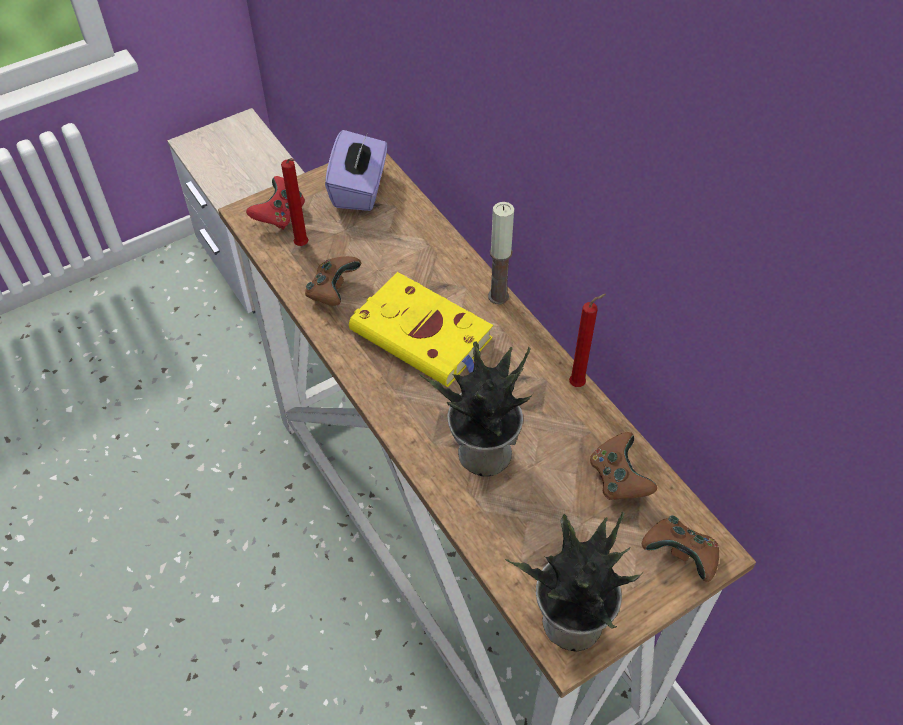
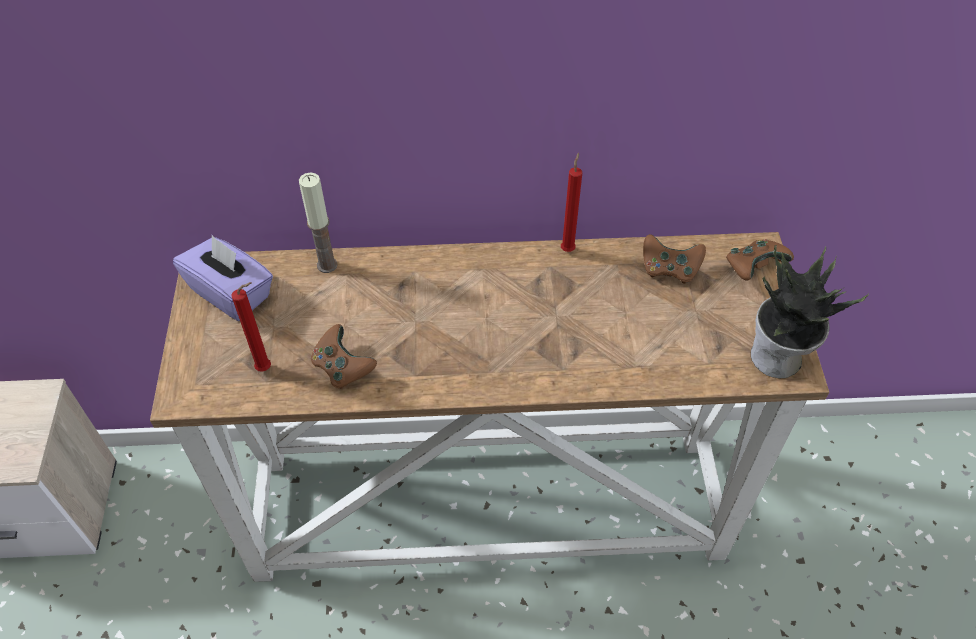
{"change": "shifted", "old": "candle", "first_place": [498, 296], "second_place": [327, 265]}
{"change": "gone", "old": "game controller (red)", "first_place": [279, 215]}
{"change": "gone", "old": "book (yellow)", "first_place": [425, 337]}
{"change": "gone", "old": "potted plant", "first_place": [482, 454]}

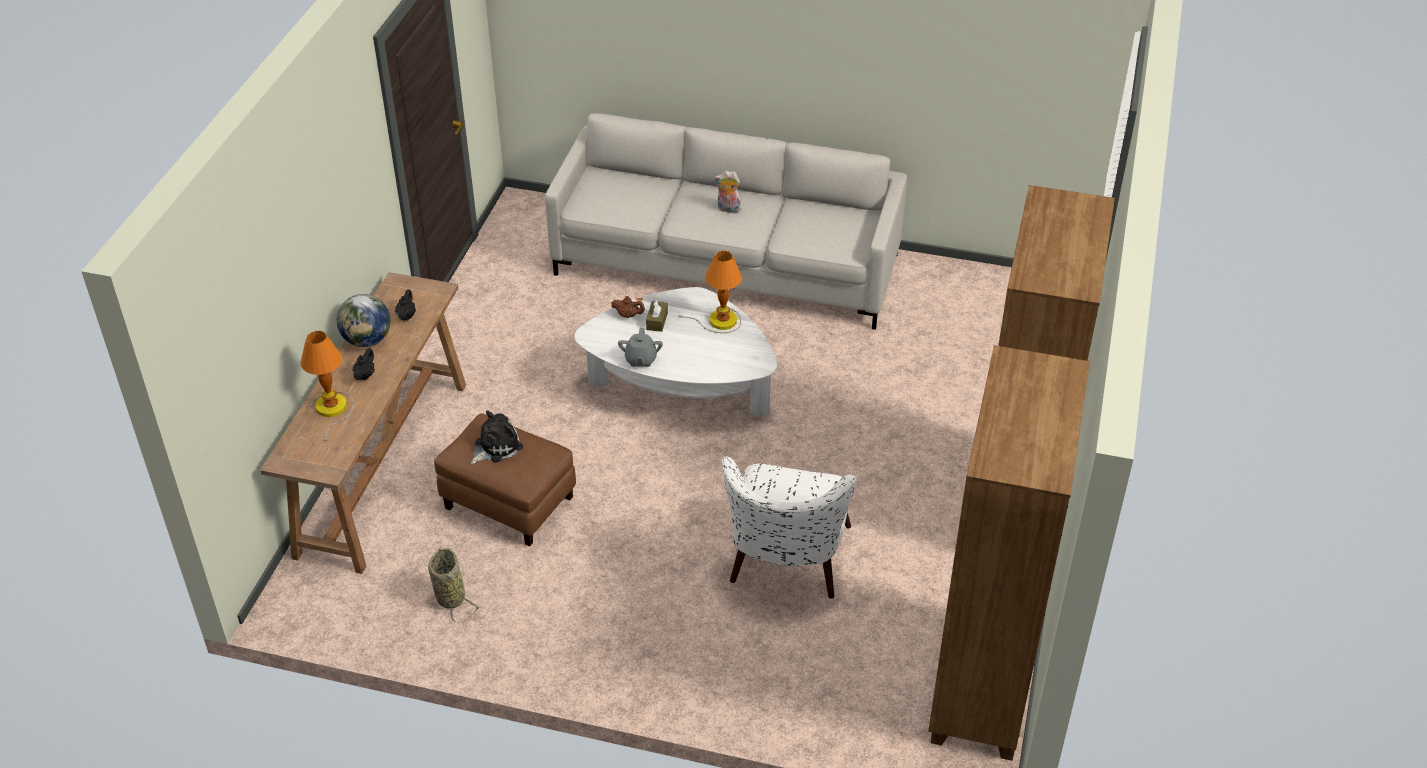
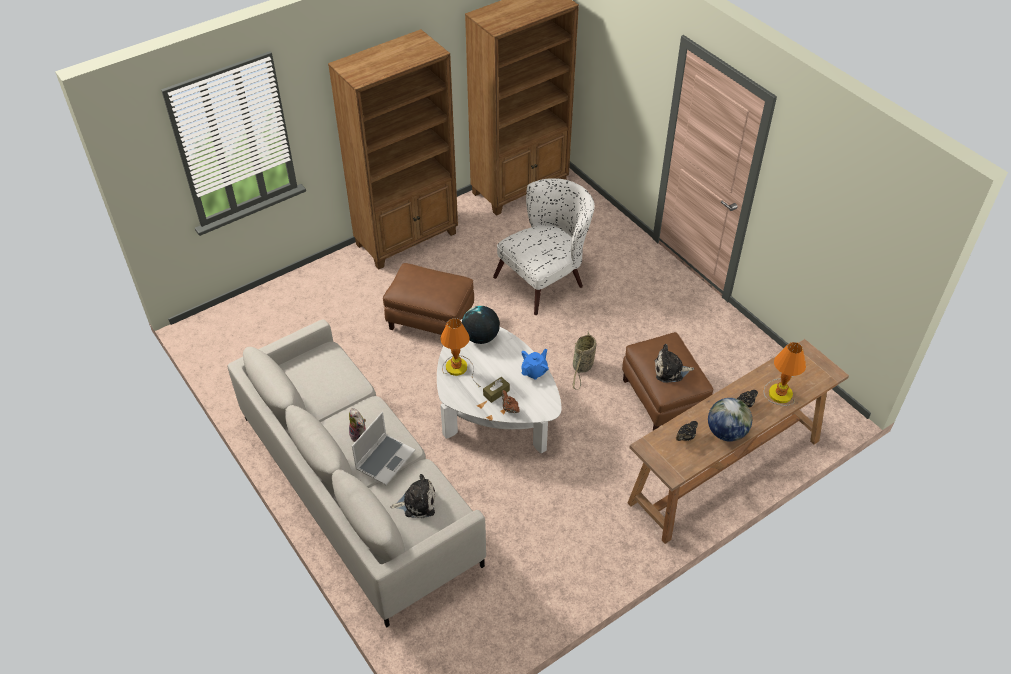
{"change": "new", "new": "laptop", "second_place": [385, 459]}
{"change": "new", "new": "ottoman (brown)", "second_place": [430, 320]}
{"change": "new", "new": "plush toy", "second_place": [417, 503]}
{"change": "new", "new": "globe", "second_place": [480, 337]}
{"change": "repainted", "old": "teapot (grey)", "new": "teapot (blue)", "first_place": [640, 360], "second_place": [534, 371]}
{"change": "shifted", "old": "basket", "first_place": [450, 595], "second_place": [582, 367]}

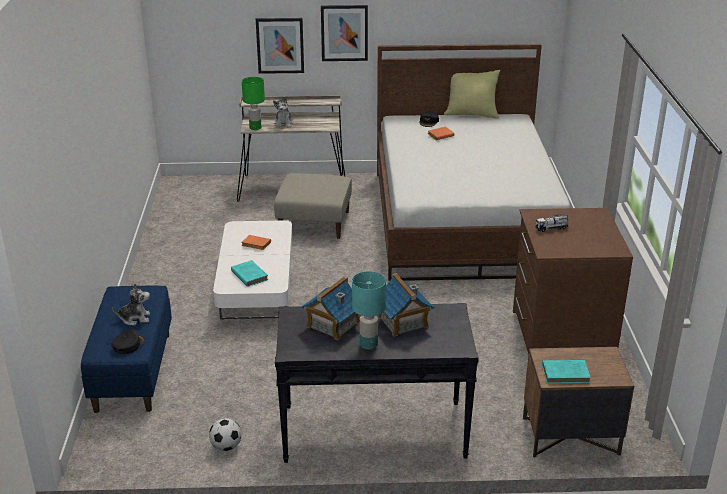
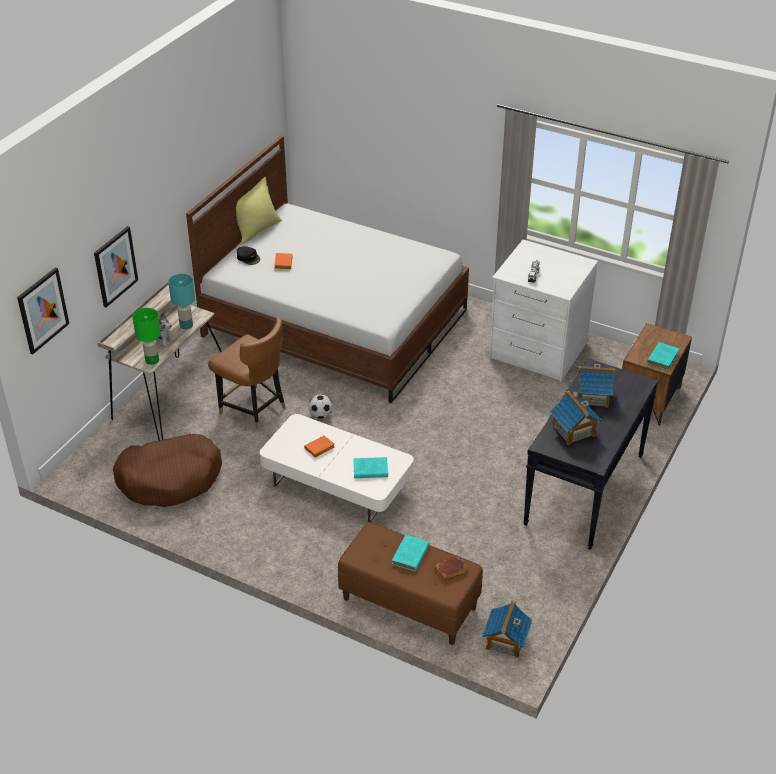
{"change": "shifted", "old": "picture", "first_place": [344, 33], "second_place": [42, 310]}
{"change": "new", "new": "dog bed (brown)", "second_place": [170, 479]}
{"change": "shifted", "old": "table lamp (turquoise)", "first_place": [368, 345], "second_place": [186, 325]}
{"change": "swapped", "old": "ottoman (beige)", "new": "chair (brown)", "first_place": [314, 223], "second_place": [253, 409]}
{"change": "shifted", "old": "football", "first_place": [226, 446], "second_place": [320, 415]}
{"change": "repainted", "old": "bench (blue)", "new": "bench (brown)", "first_place": [132, 371], "second_place": [408, 603]}
{"change": "swapped", "old": "plush toy", "new": "book (turquoise)", "first_place": [135, 318], "second_place": [410, 556]}
{"change": "swapped", "old": "cap (black)", "new": "book (brown)", "first_place": [128, 345], "second_place": [450, 571]}
{"change": "new", "new": "toy house", "second_place": [505, 641]}
{"change": "repainted", "old": "dresser (brown)", "new": "dresser (white)", "first_place": [560, 337], "second_place": [537, 351]}

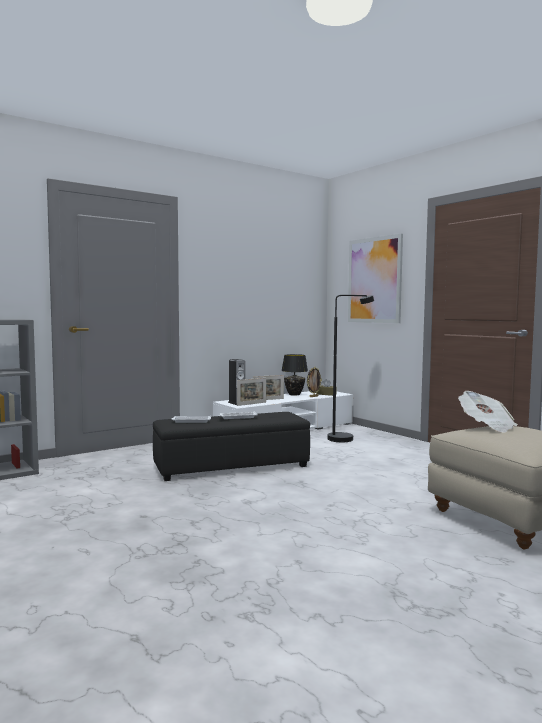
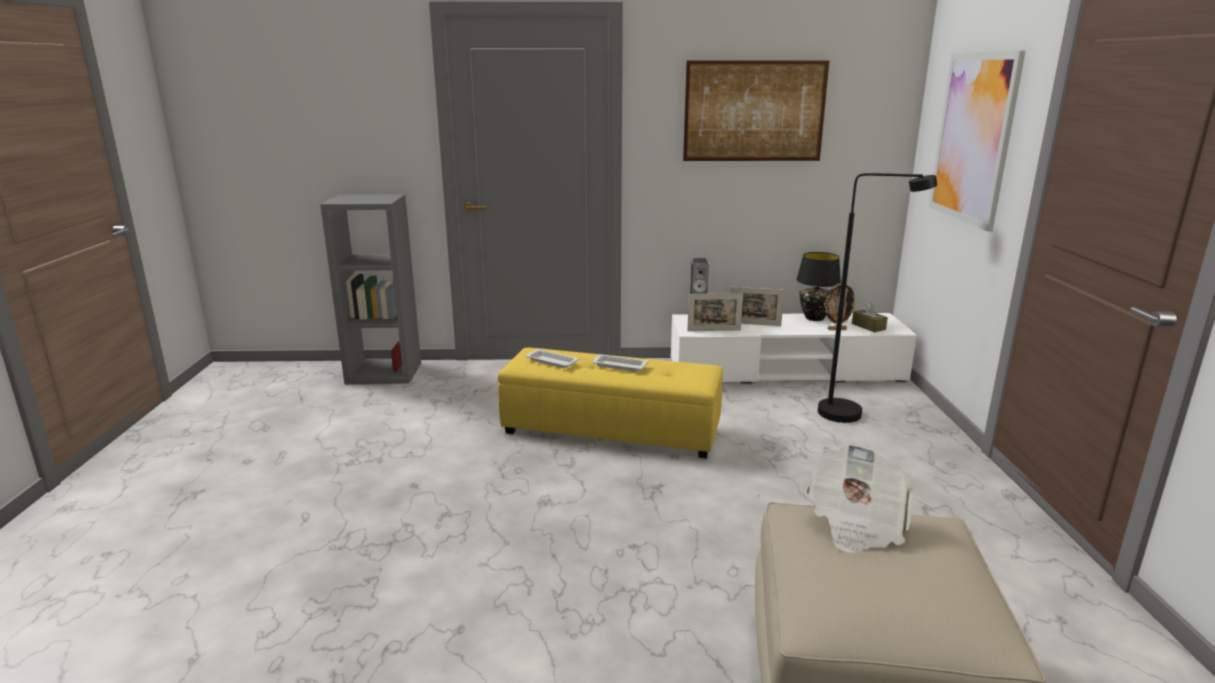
{"change": "repainted", "old": "ottoman (black)", "new": "ottoman (yellow)", "first_place": [231, 466], "second_place": [611, 429]}
{"change": "new", "new": "picture", "second_place": [754, 111]}

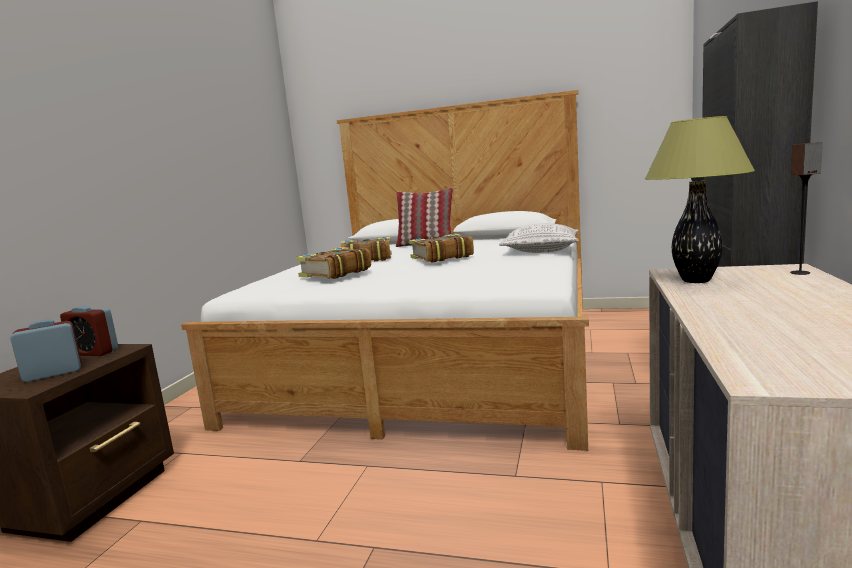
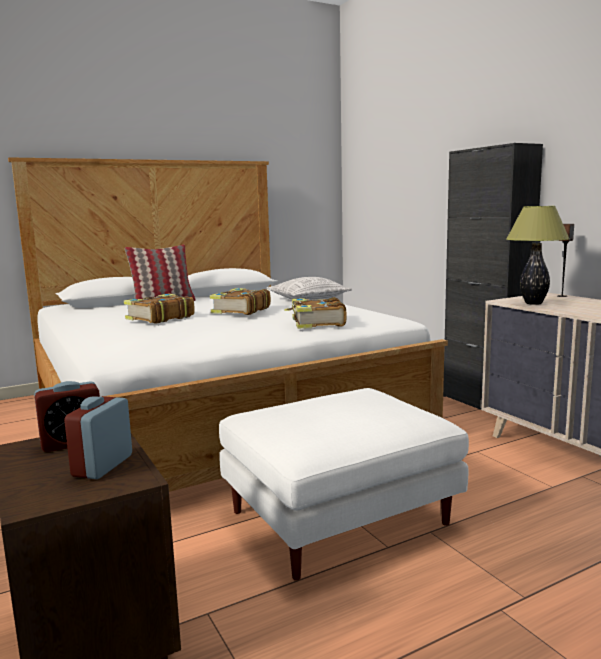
{"change": "new", "new": "ottoman (white)", "second_place": [340, 516]}
{"change": "shifted", "old": "book", "first_place": [334, 273], "second_place": [316, 323]}

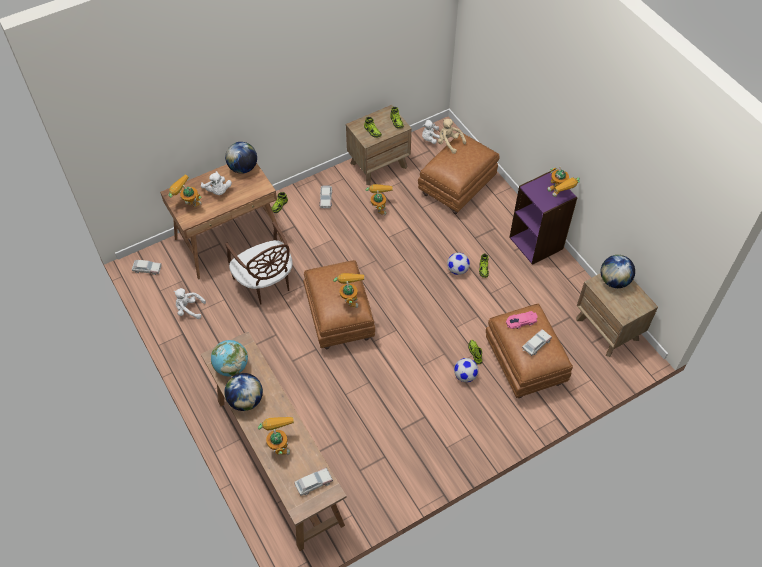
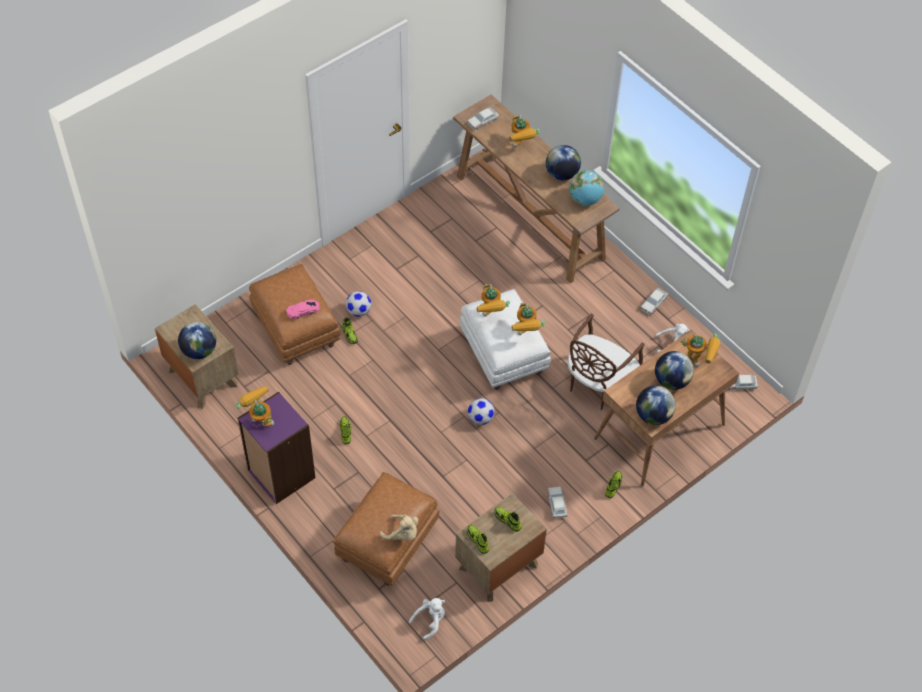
{"change": "repainted", "old": "ottoman (brown)", "new": "ottoman (white)", "first_place": [339, 317], "second_place": [504, 355]}
{"change": "shifted", "old": "football", "first_place": [457, 270], "second_place": [480, 418]}
{"change": "shifted", "old": "toy robot", "first_place": [379, 207], "second_place": [525, 333]}
{"change": "rotated", "old": "chair (brown)", "first_place": [265, 283], "second_place": [598, 384], "degrees": -105}
{"change": "shifted", "old": "toy car", "first_place": [536, 344], "second_place": [653, 303]}
{"change": "swapped", "old": "plush toy (white)", "new": "globe", "first_place": [218, 191], "second_place": [671, 381]}

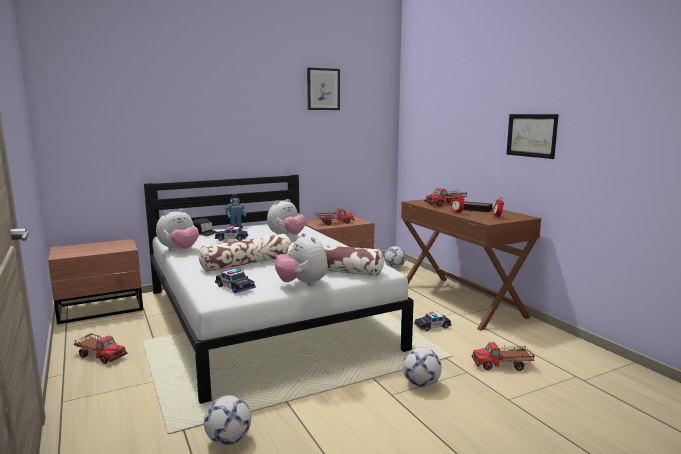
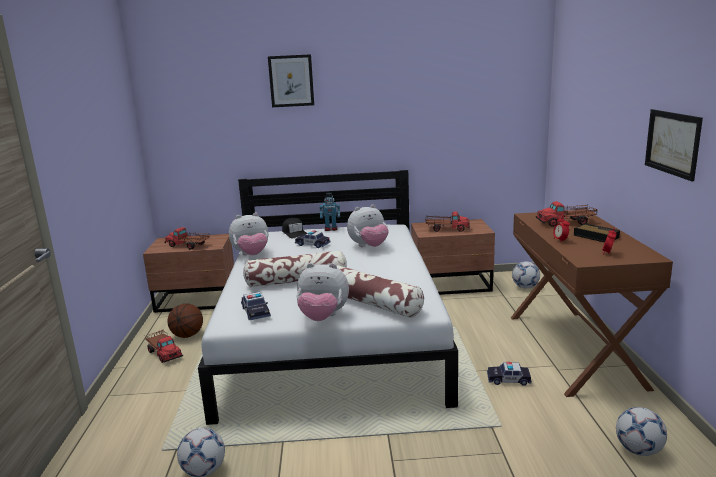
{"change": "shifted", "old": "toy truck", "first_place": [503, 365], "second_place": [188, 246]}
{"change": "new", "new": "basketball", "second_place": [187, 335]}
{"change": "shifted", "old": "picture", "first_place": [323, 89], "second_place": [291, 81]}
{"change": "rotated", "old": "plush toy", "first_place": [302, 284], "second_place": [323, 317], "degrees": -75}
{"change": "shifted", "old": "football", "first_place": [421, 384], "second_place": [638, 450]}

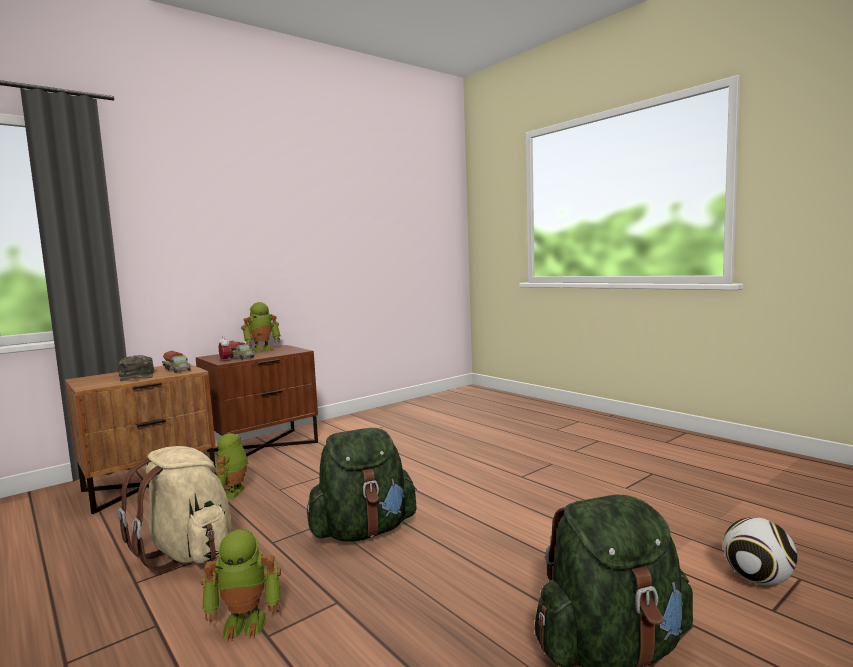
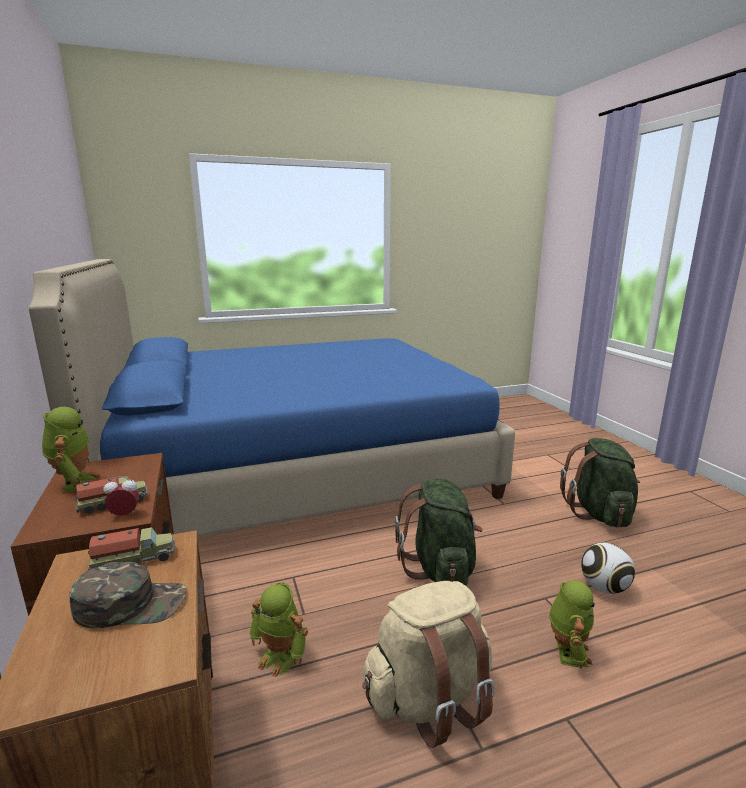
{"change": "new", "new": "bed (blue)", "second_place": [297, 469]}
{"change": "shifted", "old": "football", "first_place": [757, 579], "second_place": [603, 588]}

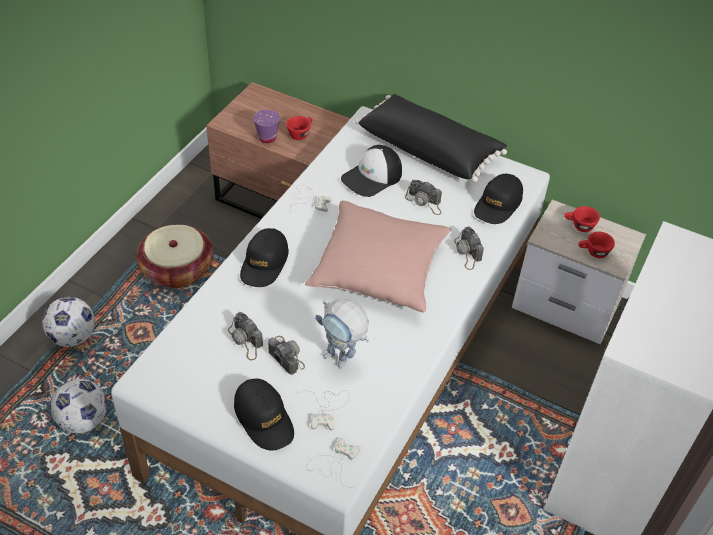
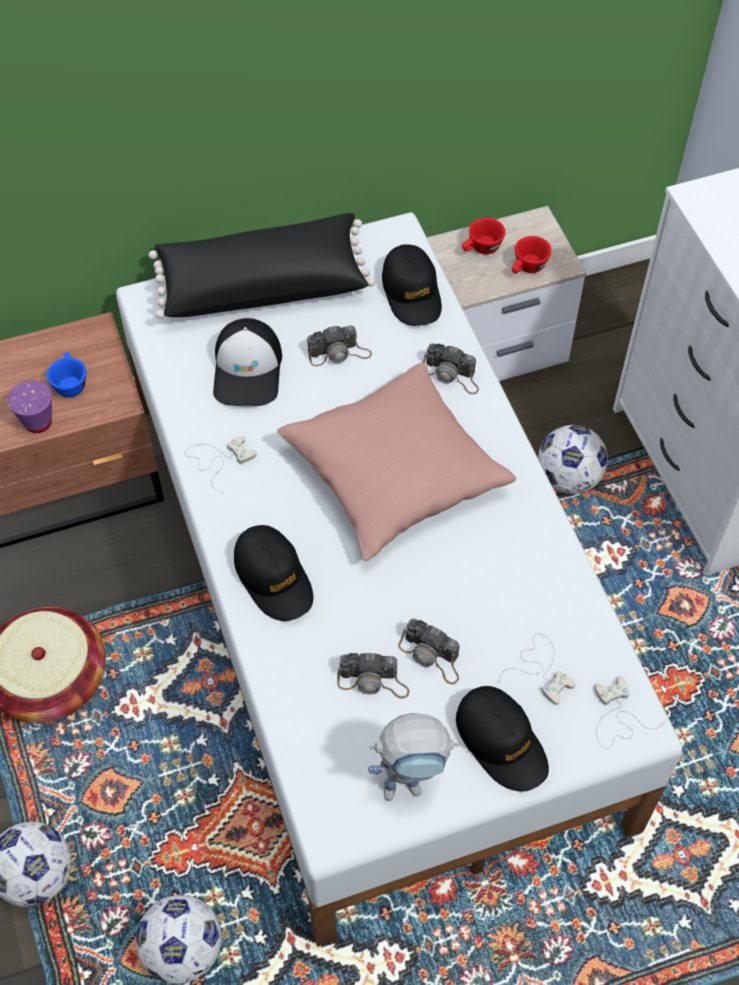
{"change": "repainted", "old": "cup (red)", "new": "cup (blue)", "first_place": [300, 133], "second_place": [69, 383]}
{"change": "shifted", "old": "toy robot", "first_place": [342, 361], "second_place": [411, 784]}
{"change": "rotated", "old": "photo camera", "first_place": [285, 355], "second_place": [431, 656], "degrees": -150}
{"change": "rotated", "old": "cap (black)", "first_place": [264, 419], "second_place": [501, 742], "degrees": 45}
{"change": "new", "new": "football", "second_place": [569, 478]}

